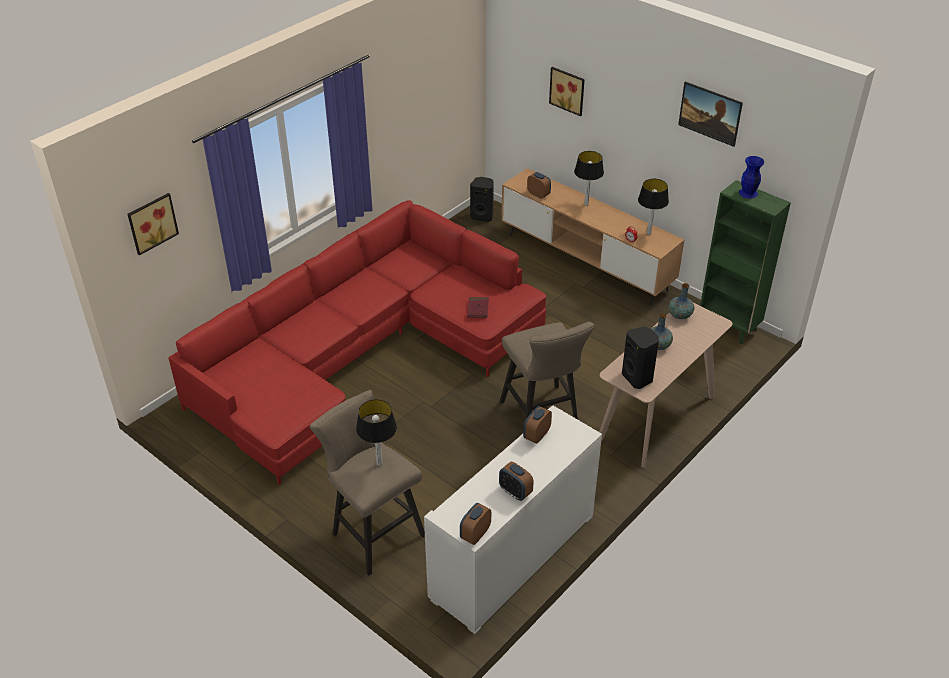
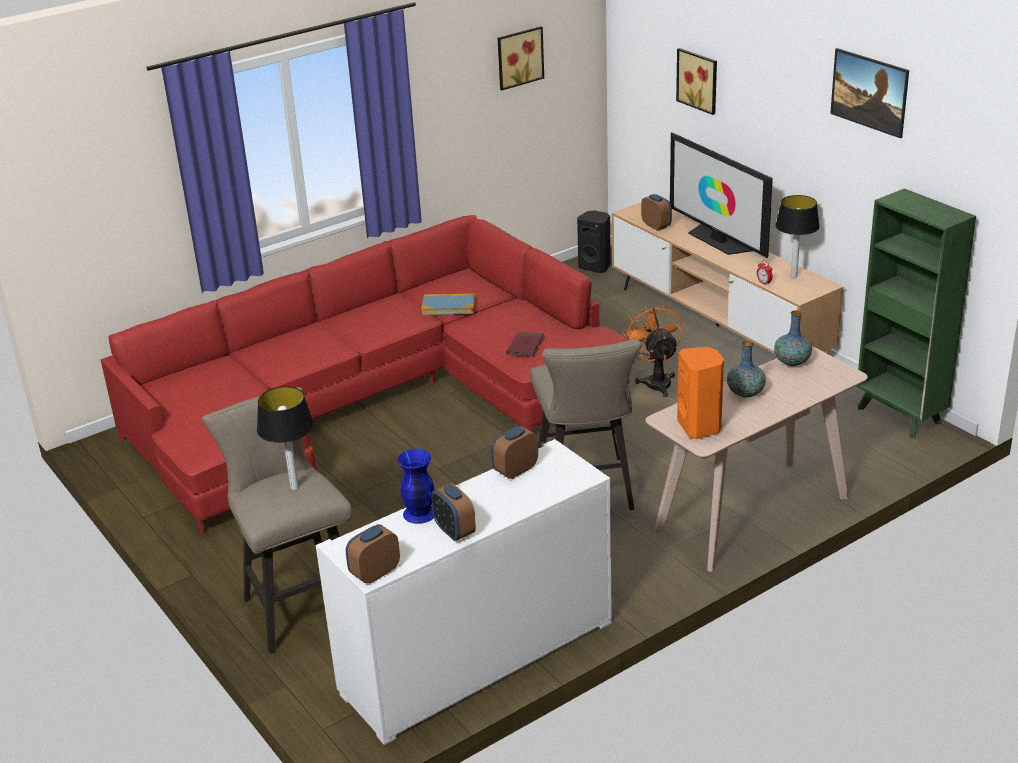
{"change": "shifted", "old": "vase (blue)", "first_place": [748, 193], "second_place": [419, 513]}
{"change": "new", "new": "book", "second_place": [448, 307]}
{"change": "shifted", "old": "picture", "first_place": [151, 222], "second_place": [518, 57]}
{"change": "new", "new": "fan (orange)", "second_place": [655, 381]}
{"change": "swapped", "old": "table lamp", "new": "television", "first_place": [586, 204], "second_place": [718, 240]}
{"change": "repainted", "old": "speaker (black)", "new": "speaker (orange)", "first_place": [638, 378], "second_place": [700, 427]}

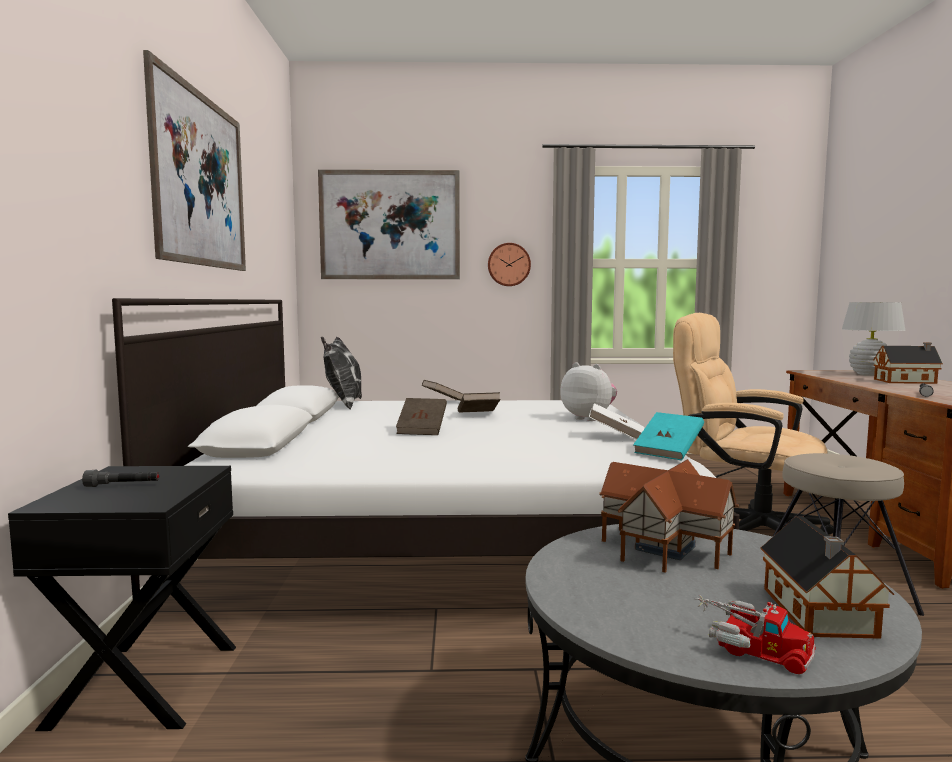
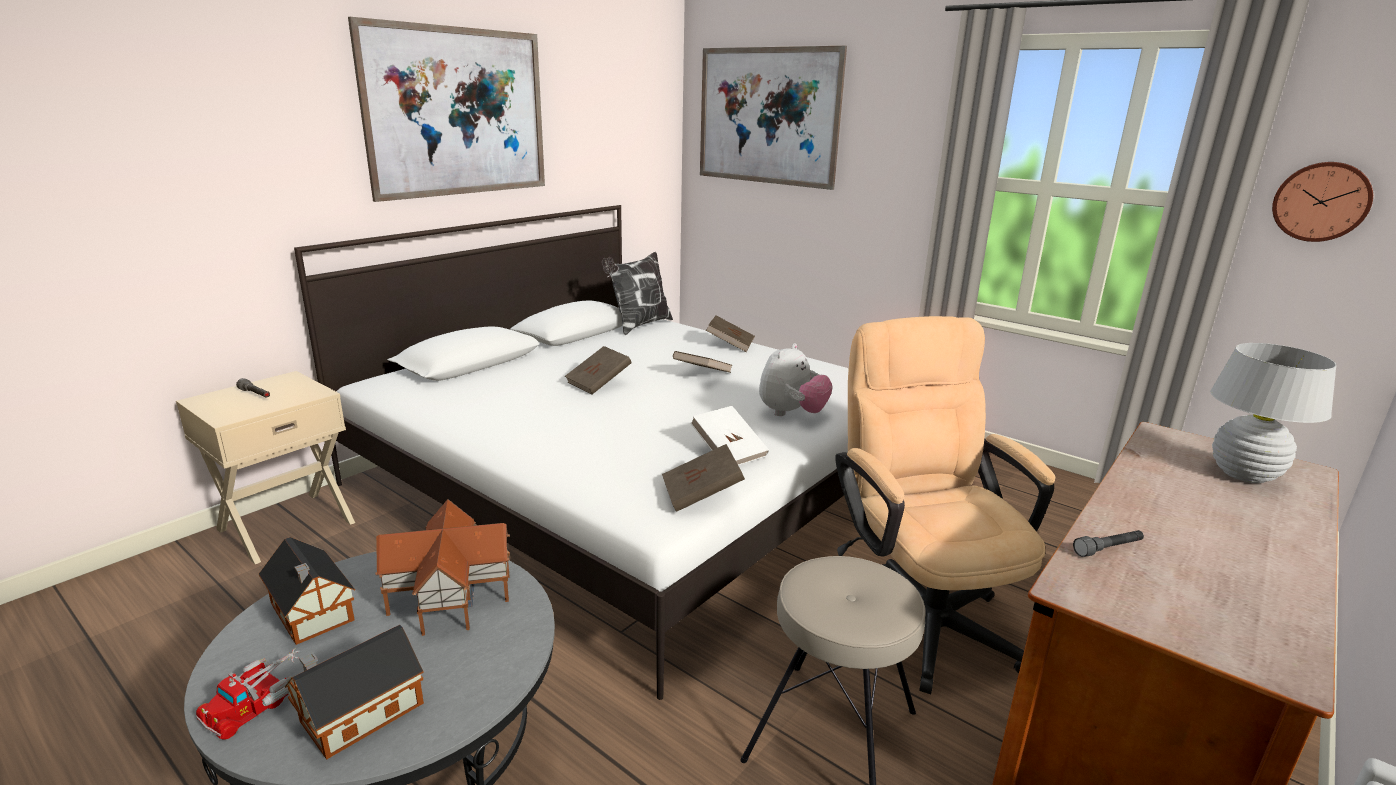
{"change": "repainted", "old": "nightstand (black)", "new": "nightstand (beige)", "first_place": [143, 684], "second_place": [286, 525]}
{"change": "rotated", "old": "toy truck", "first_place": [750, 646], "second_place": [257, 701], "degrees": 45}
{"change": "shifted", "old": "toy house", "first_place": [907, 381], "second_place": [312, 614]}
{"change": "repainted", "old": "book (turquoise)", "new": "book (brown)", "first_place": [668, 452], "second_place": [701, 495]}
{"change": "rotated", "old": "plush toy", "first_place": [589, 418], "second_place": [791, 414], "degrees": 45}
{"change": "shifted", "old": "wall clock", "first_place": [509, 264], "second_place": [1321, 201]}

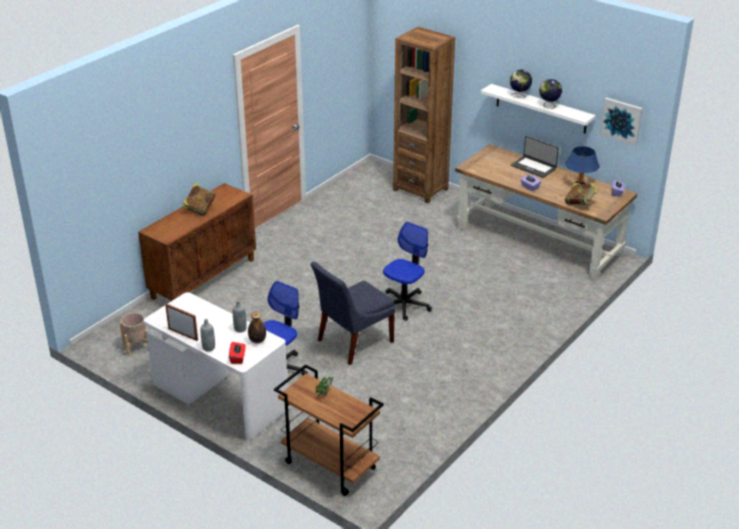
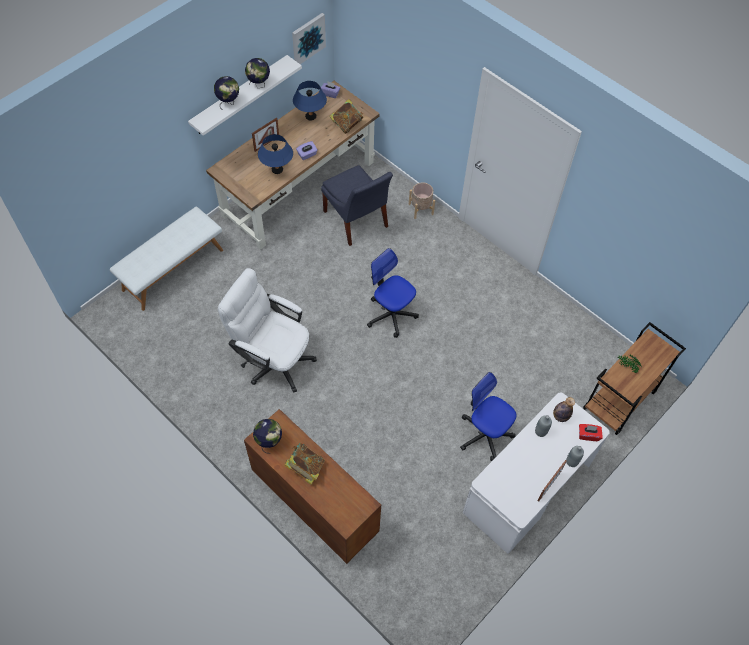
{"change": "swapped", "old": "bookcase (brown)", "new": "bench (white)", "first_place": [420, 189], "second_place": [172, 269]}
{"change": "new", "new": "office chair (white)", "second_place": [273, 359]}
{"change": "swapped", "old": "laptop", "new": "picture frame", "first_place": [534, 167], "second_place": [266, 143]}
{"change": "new", "new": "globe", "second_place": [269, 442]}
{"change": "new", "new": "table lamp (blue)", "second_place": [277, 170]}
{"change": "shifted", "old": "chair (blue)", "first_place": [352, 342], "second_place": [356, 221]}
{"change": "shifted", "old": "planter (beige)", "first_place": [136, 346], "second_place": [421, 209]}

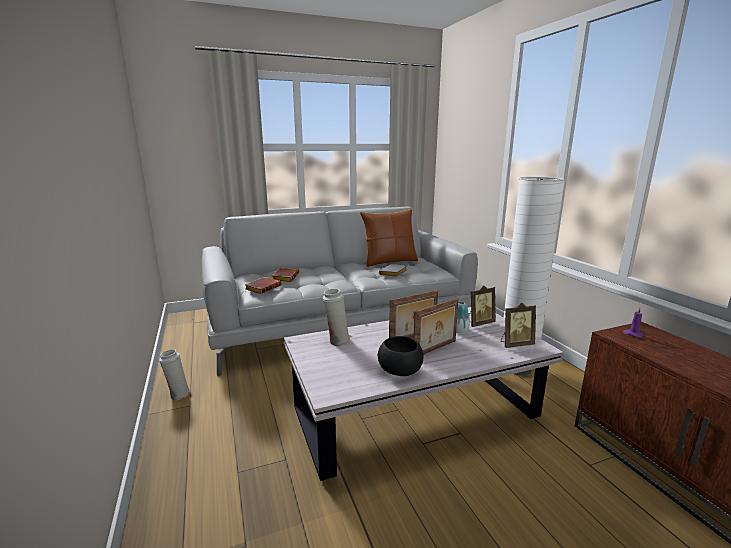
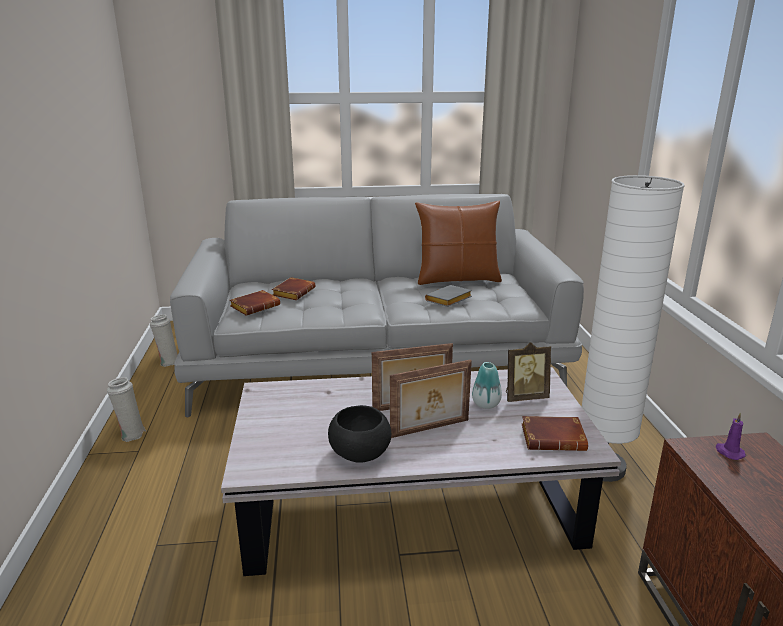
{"change": "shifted", "old": "vase (white)", "first_place": [337, 341], "second_place": [168, 362]}
{"change": "swapped", "old": "picture frame", "new": "book (brown)", "first_place": [515, 344], "second_place": [554, 438]}

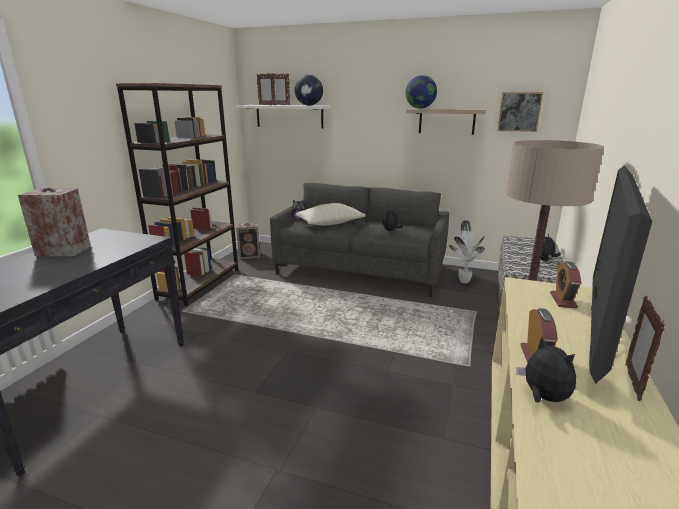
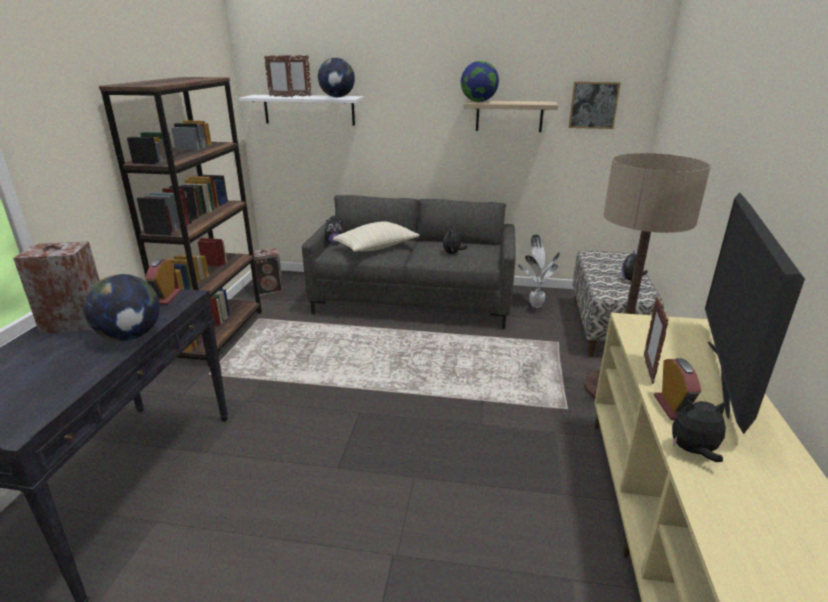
{"change": "new", "new": "globe", "second_place": [131, 336]}
{"change": "shifted", "old": "alarm clock", "first_place": [563, 300], "second_place": [166, 298]}
{"change": "shifted", "old": "picture frame", "first_place": [632, 382], "second_place": [648, 369]}
{"change": "rotated", "old": "plush toy", "first_place": [543, 397], "second_place": [693, 452], "degrees": -45}

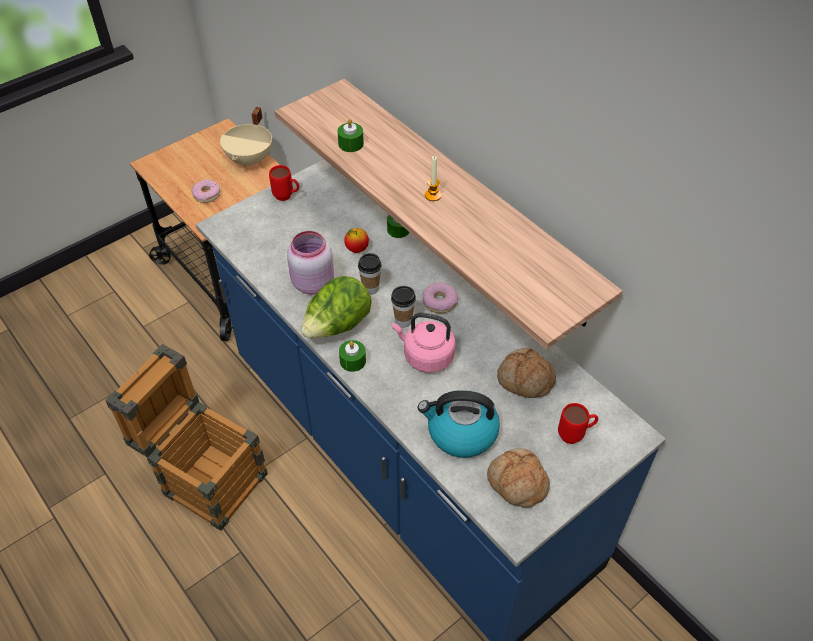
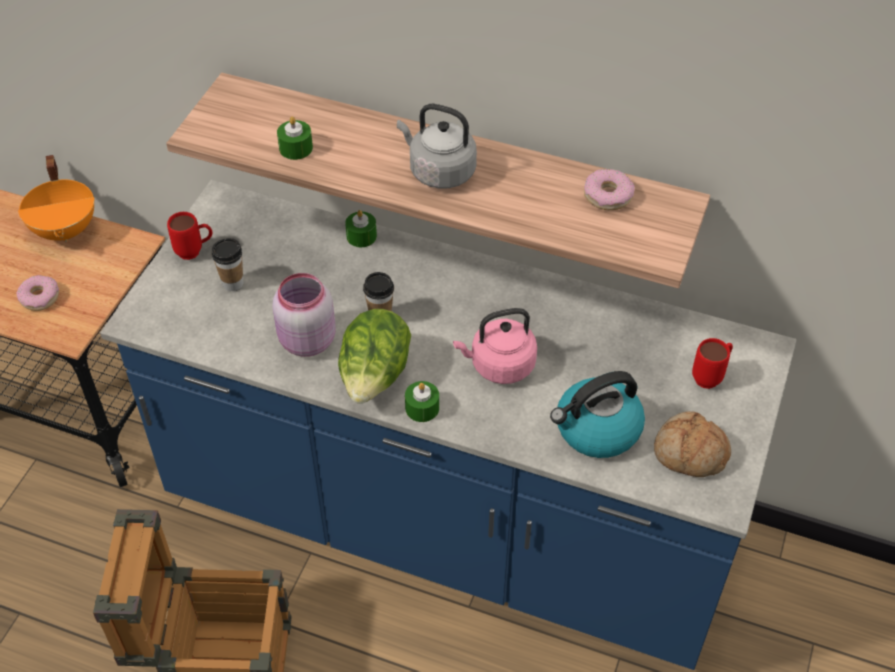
{"change": "repainted", "old": "cooking pot (beige)", "new": "cooking pot (orange)", "first_place": [250, 159], "second_place": [66, 229]}
{"change": "shifted", "old": "cup", "first_place": [403, 321], "second_place": [233, 283]}
{"change": "swapped", "old": "candle", "new": "kettle (grey)", "first_place": [433, 195], "second_place": [439, 171]}
{"change": "shifted", "old": "donut", "first_place": [440, 302], "second_place": [608, 195]}
{"change": "gone", "old": "apple", "first_place": [357, 249]}
{"change": "gone", "old": "bread", "first_place": [524, 380]}

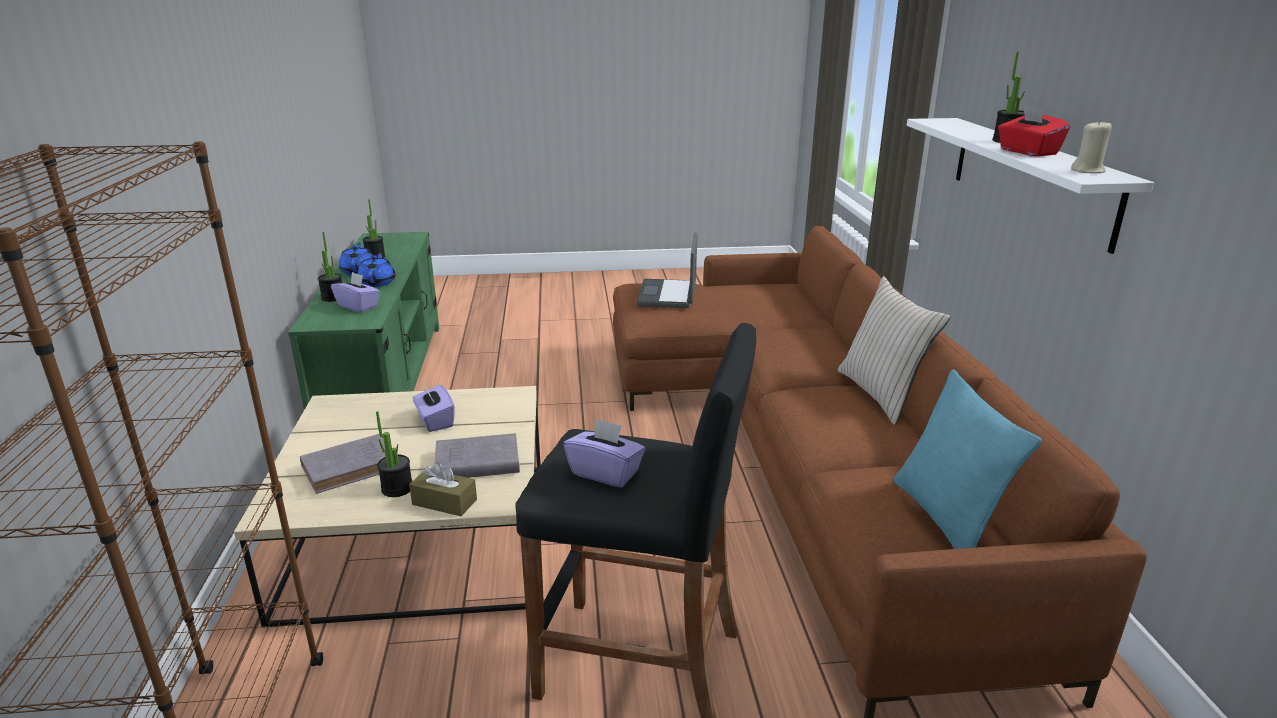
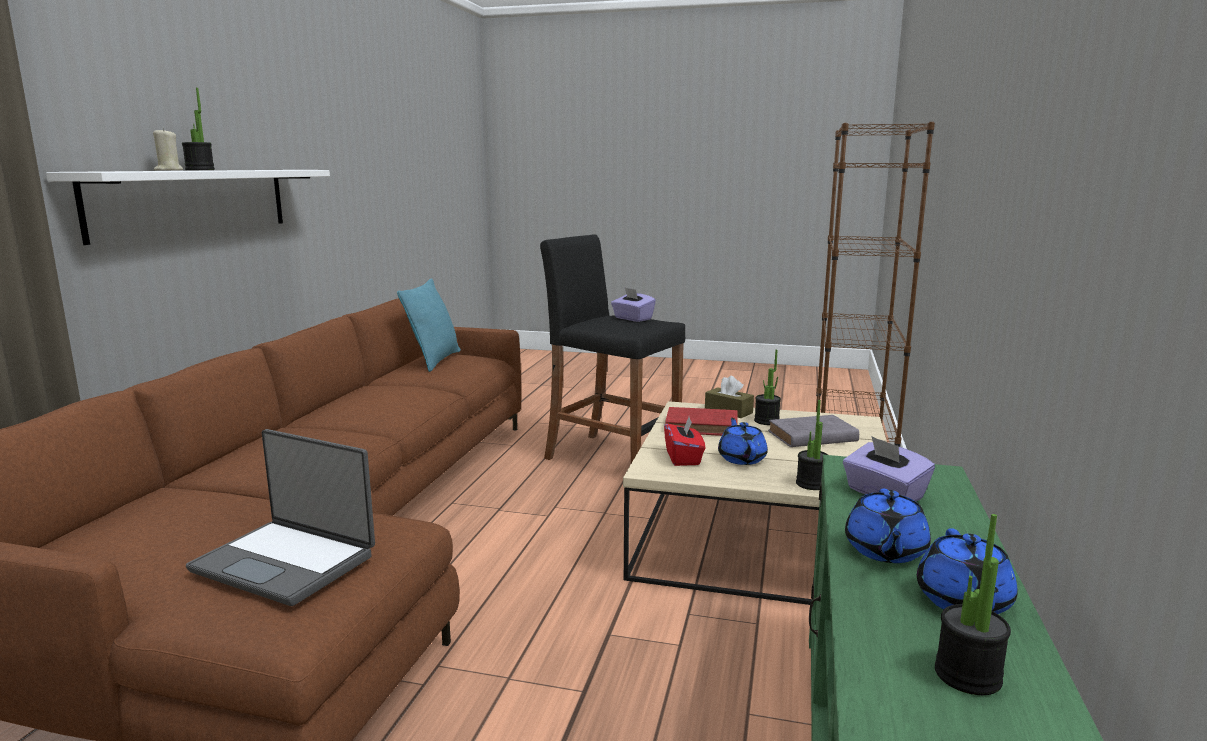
{"change": "shifted", "old": "candle (beige)", "first_place": [1088, 171], "second_place": [168, 170]}
{"change": "rotated", "old": "laptop", "first_place": [668, 295], "second_place": [286, 562], "degrees": 90}
{"change": "shifted", "old": "tissue box (red)", "first_place": [1027, 152], "second_place": [683, 458]}
{"change": "repainted", "old": "book (grey)", "new": "book (red)", "first_place": [475, 463], "second_place": [704, 427]}
{"change": "swapped", "old": "tissue box (purple)", "new": "teapot (blue)", "first_place": [435, 421], "second_place": [742, 458]}
{"change": "shifted", "old": "potted plant", "first_place": [333, 297], "second_place": [811, 484]}
{"change": "gone", "old": "pillow (beige)", "first_place": [881, 394]}

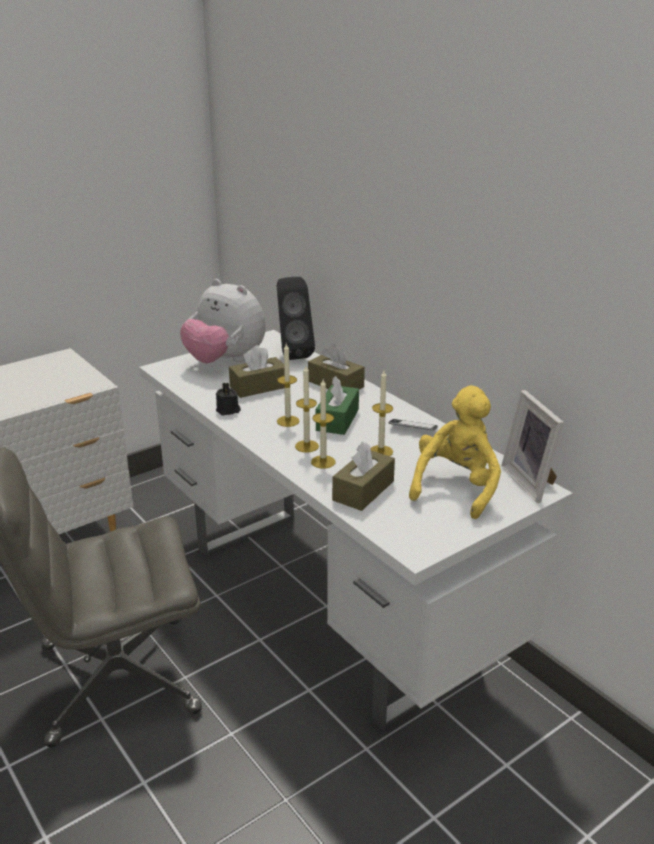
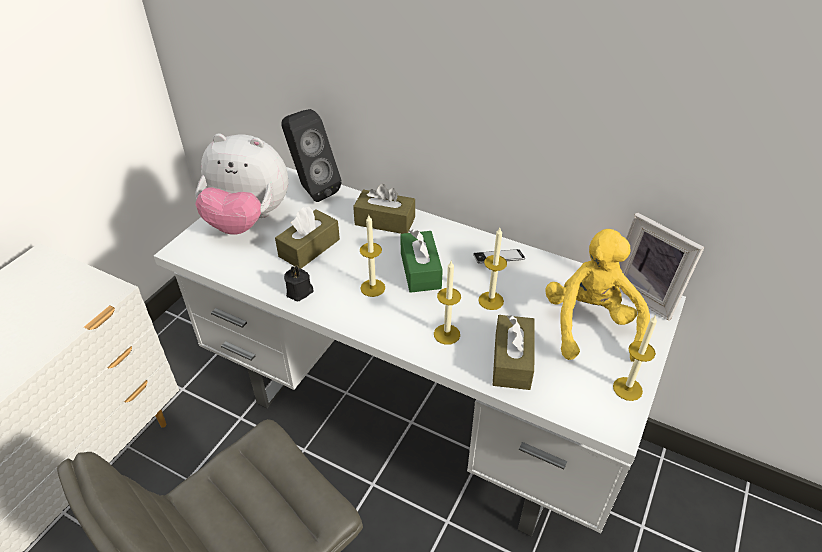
{"change": "shifted", "old": "candle", "first_place": [306, 446], "second_place": [627, 389]}

